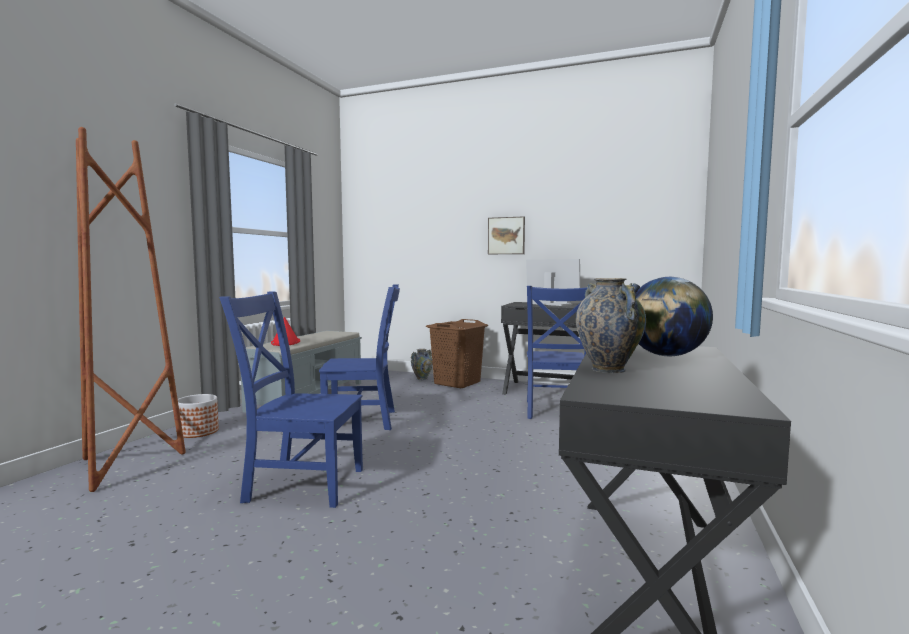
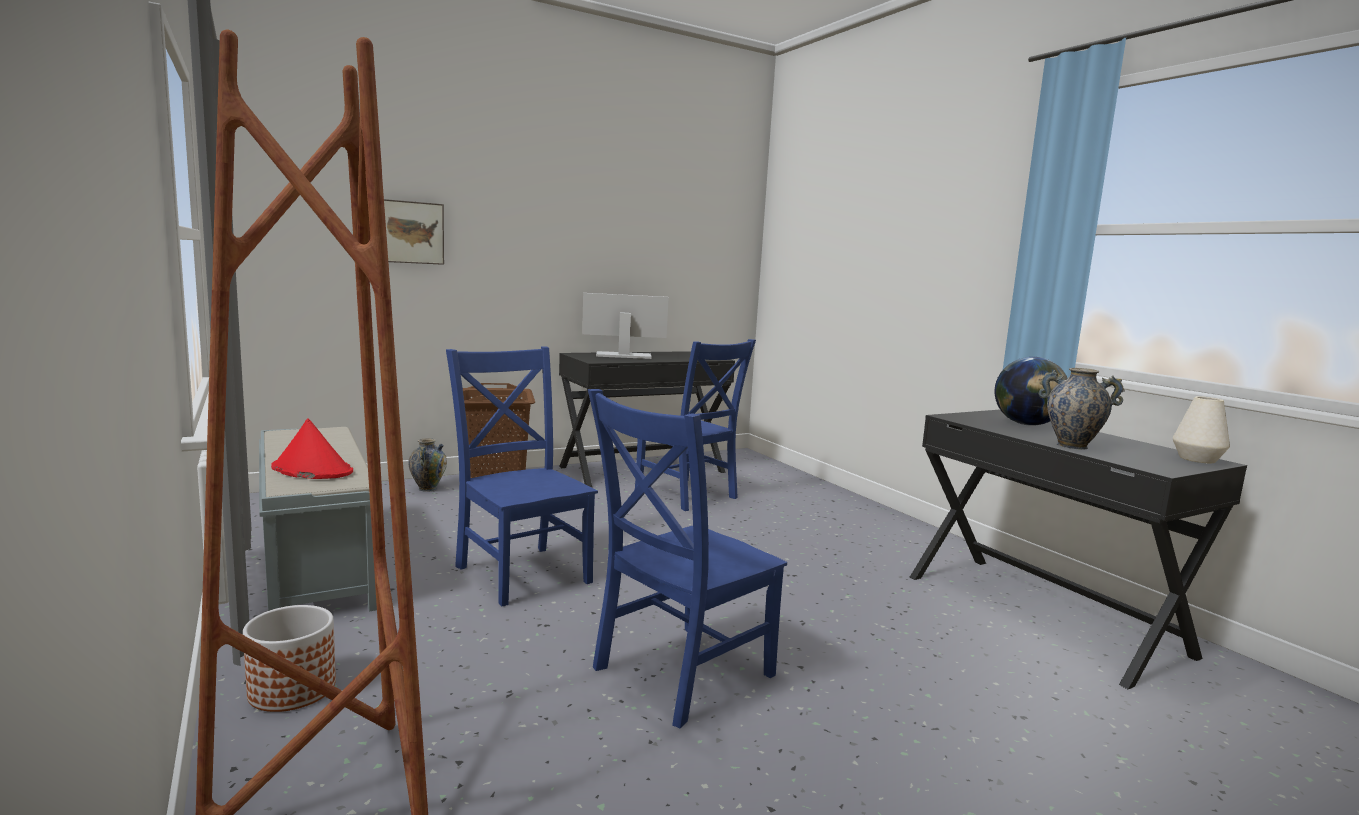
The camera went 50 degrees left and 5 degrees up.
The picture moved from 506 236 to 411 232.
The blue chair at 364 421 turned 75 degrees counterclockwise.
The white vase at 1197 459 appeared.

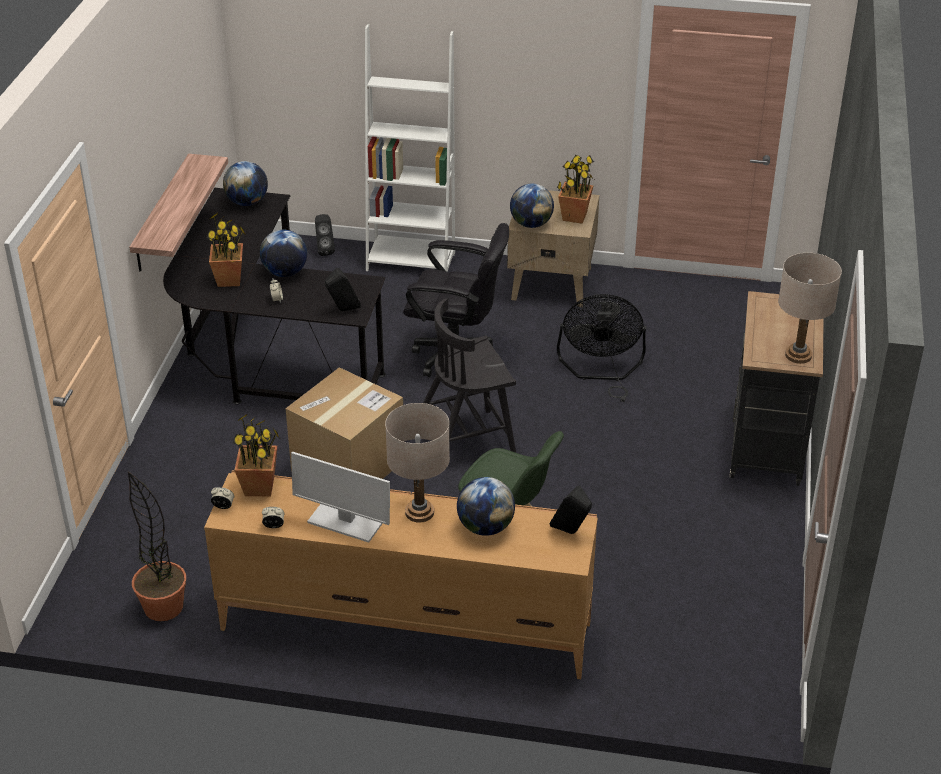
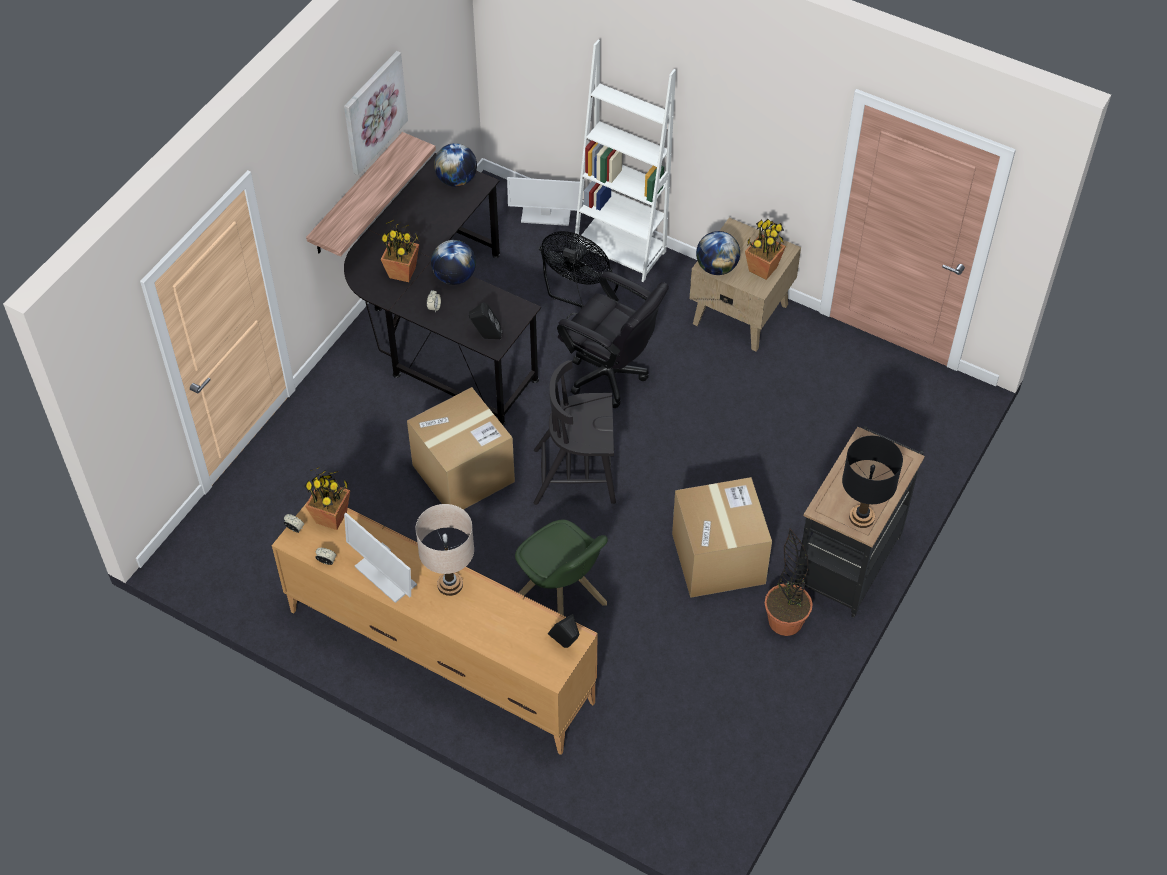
The camera went 20 degrees right and 15 degrees up.
The picture at 373 112 appeared.
The black speaker at 324 250 was replaced by the monitor at 545 216.
The black fan moved from 603 372 to 575 296.
The cardboard box at 718 558 appeared.
The potted plant moved from 163 607 to 785 621.
The beige table lamp at 798 355 became the black table lamp at 862 517.
The globe at 485 527 disappeared.

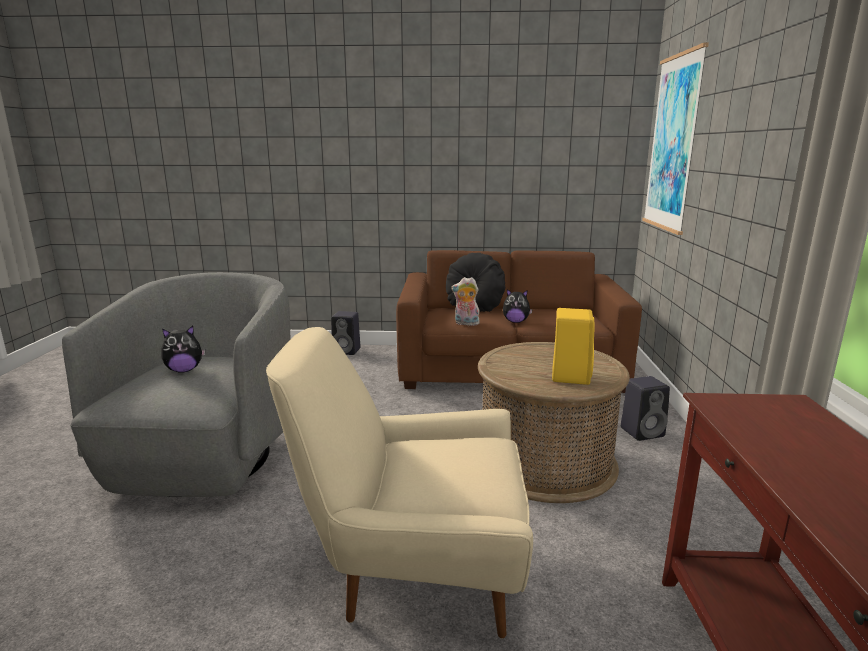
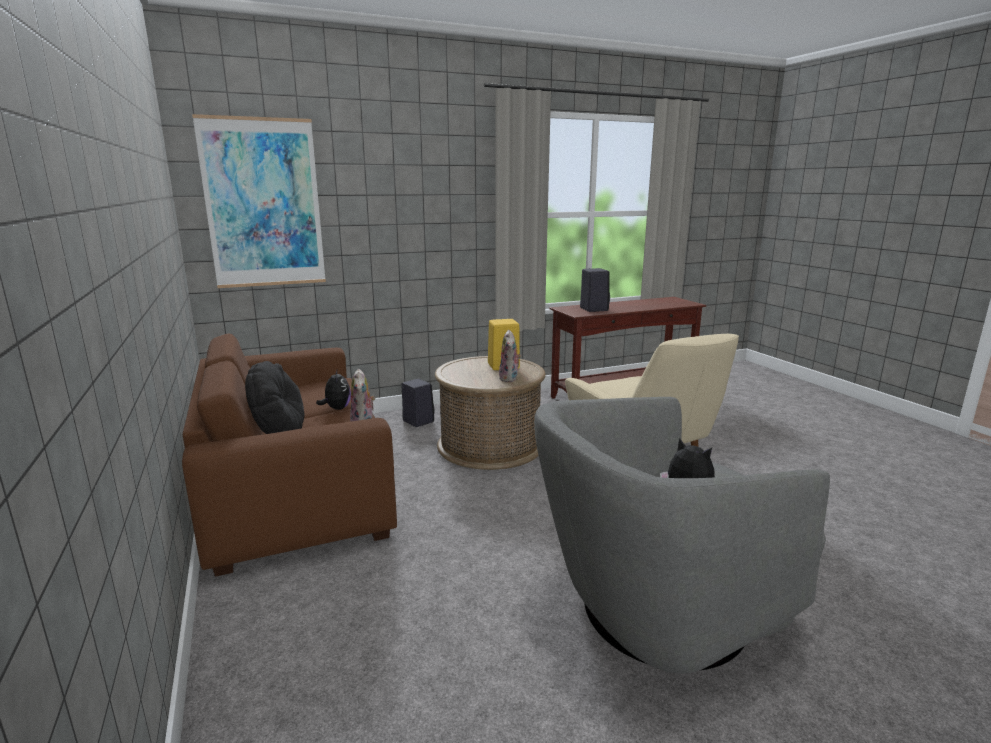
The camera went 115 degrees left and 0 degrees up.
The plush toy at 510 379 appeared.
The black speaker moved from 347 351 to 593 309.

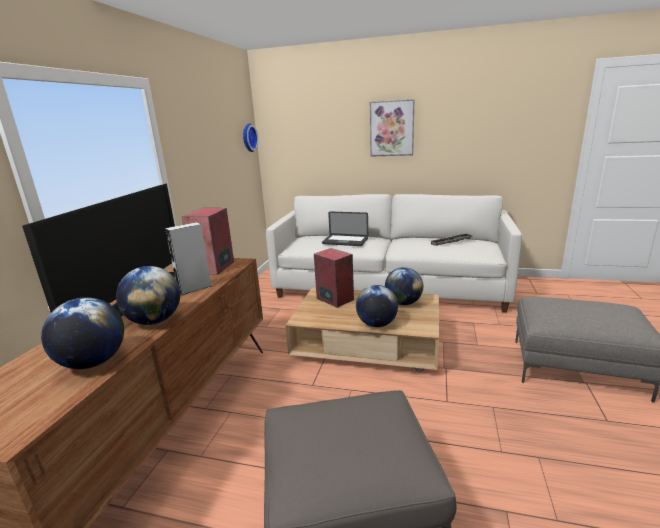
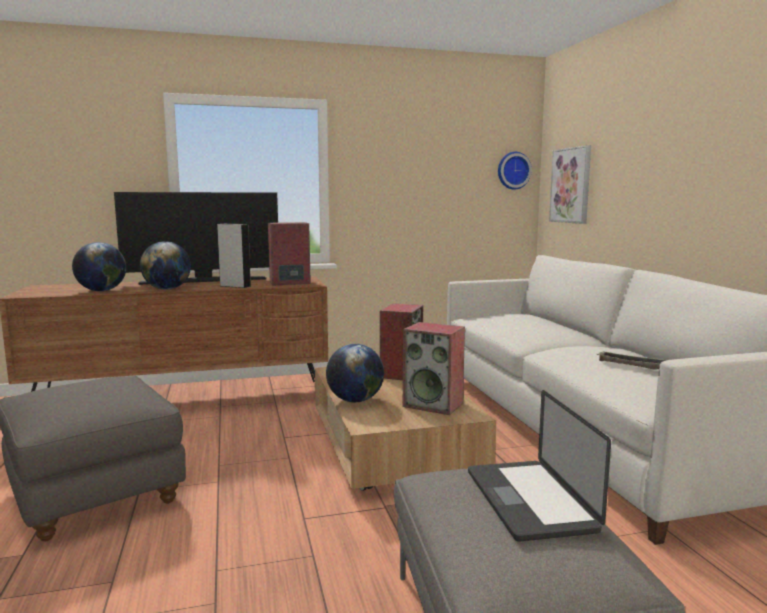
The camera went 60 degrees right and 10 degrees down.
The globe at 403 303 was replaced by the speaker at 434 404.
The laptop moved from 345 241 to 529 500.
The picture moved from 391 128 to 571 185.

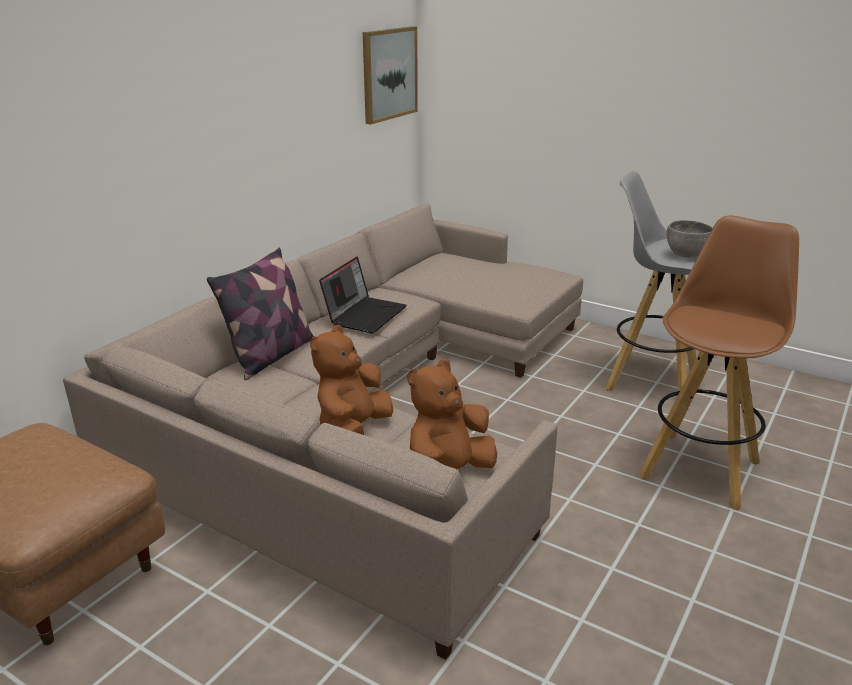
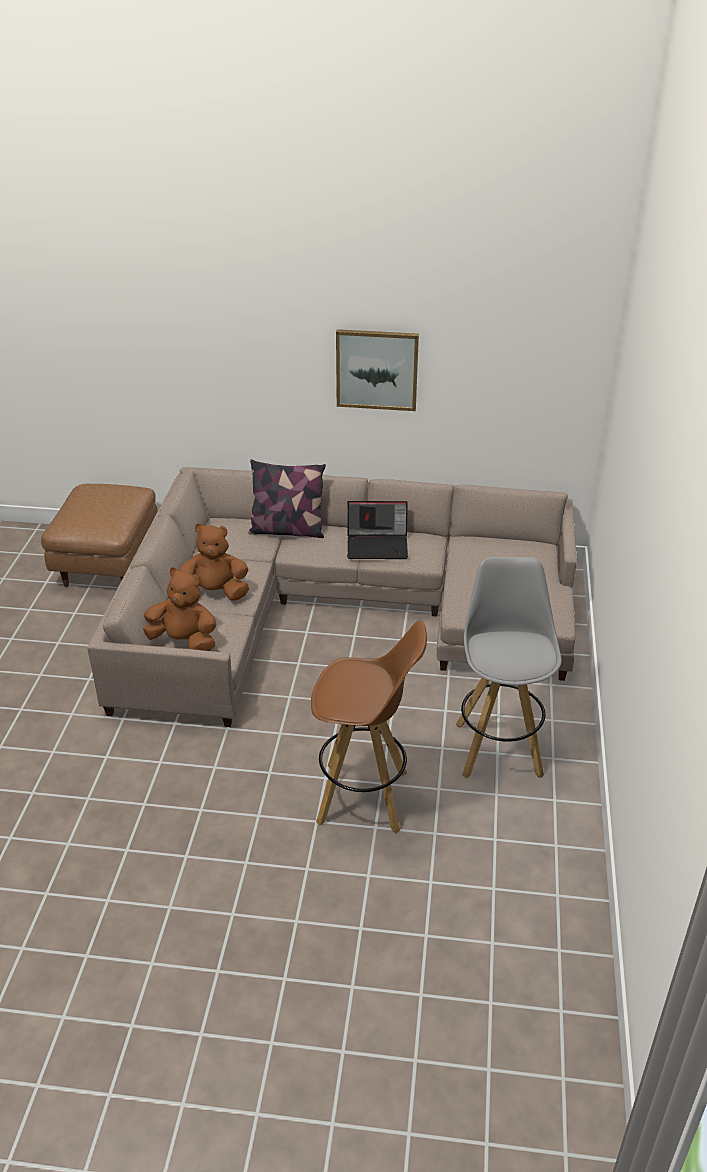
The camera went 65 degrees right and 10 degrees up.
The picture moved from 389 74 to 377 369.
The grey bowl at 686 254 disappeared.

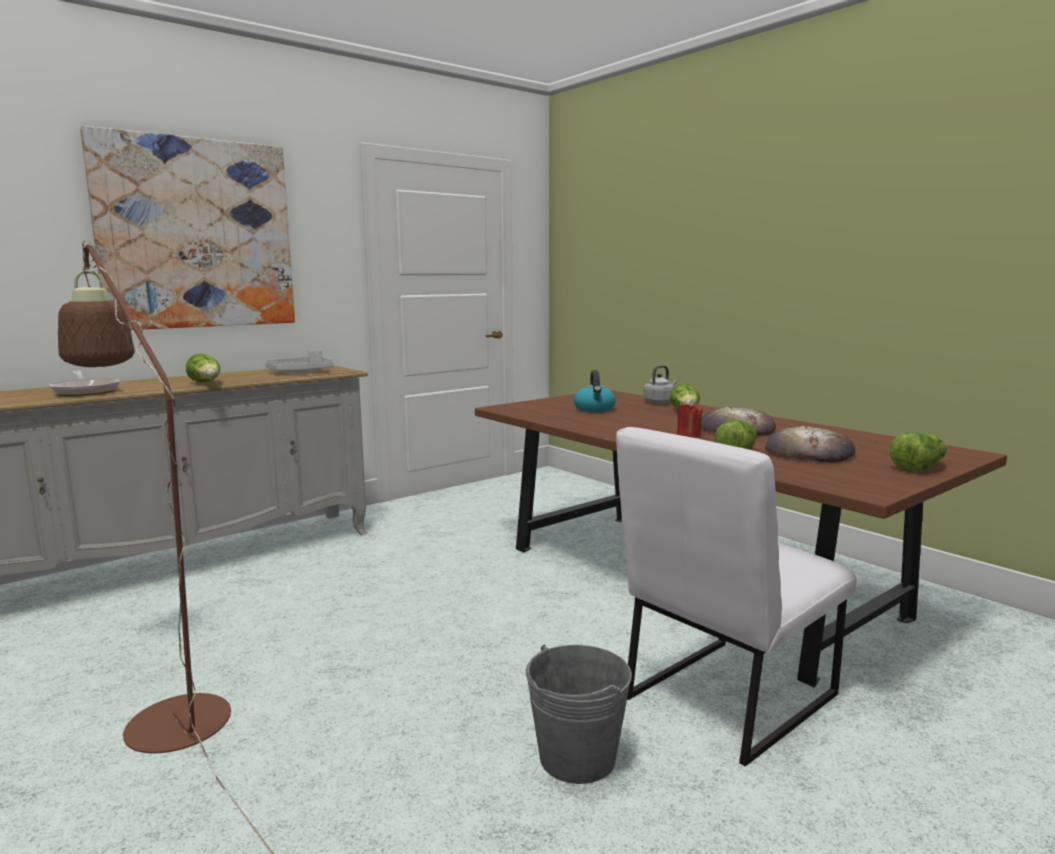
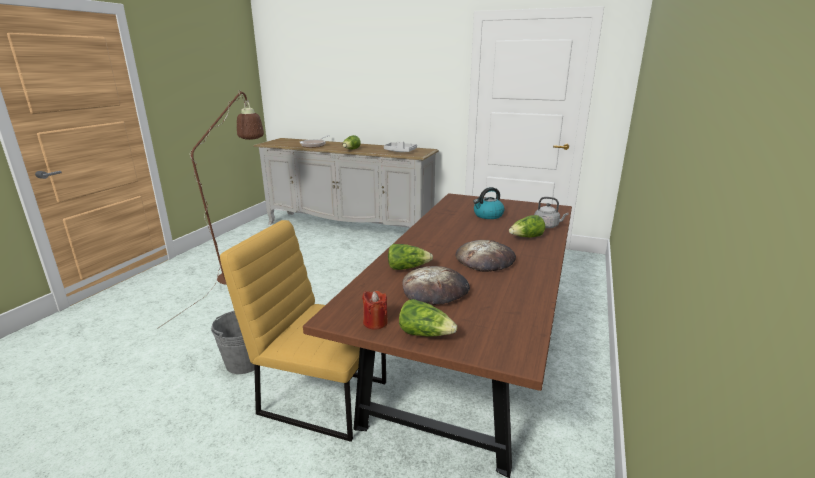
The camera went 60 degrees right and 10 degrees up.
The white chair at 726 697 became the yellow chair at 321 396.
The red candle moved from 688 435 to 375 322.
The picture at 197 234 disappeared.

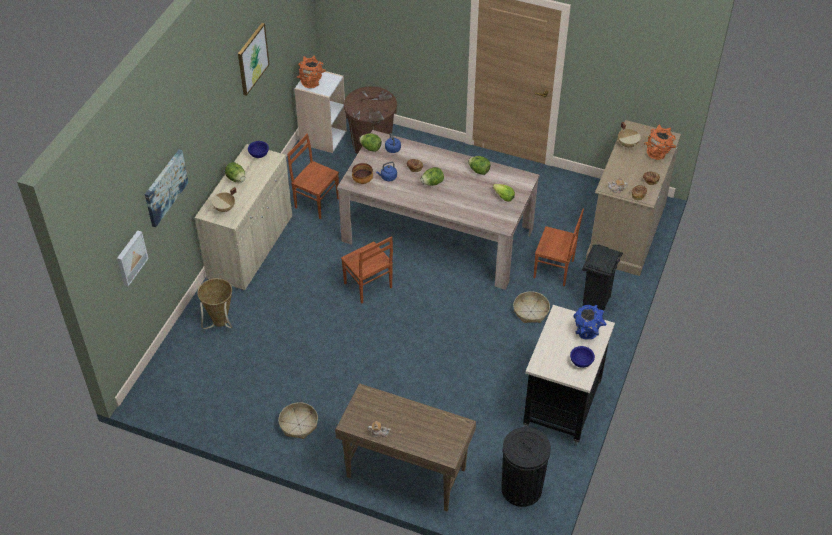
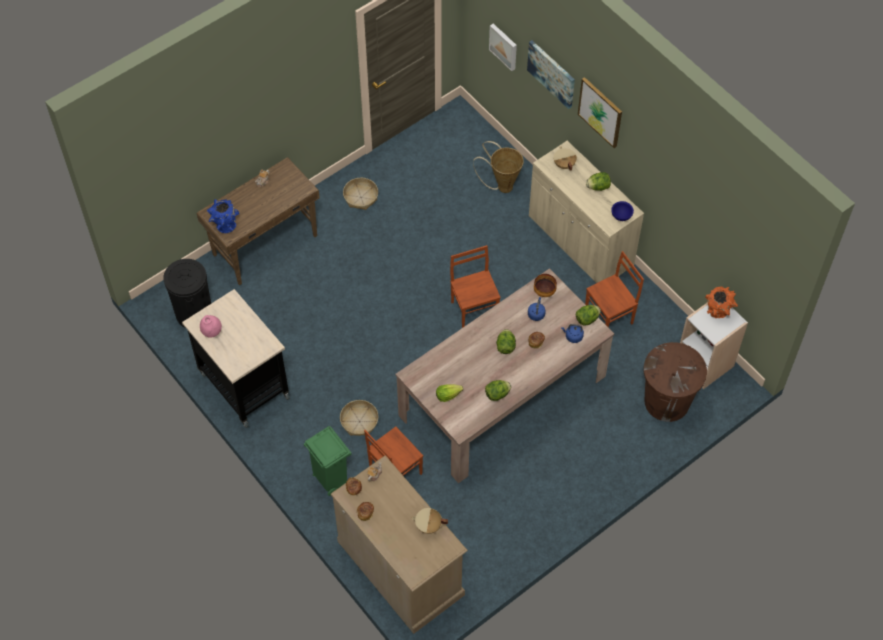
The camera went 120 degrees right and 10 degrees up.
The blue bowl at 581 362 was replaced by the pink vase at 211 332.
The blue vase moved from 587 334 to 224 225.
The black trash can at 595 304 became the green trash can at 330 480.
The brown chair at 368 286 turned 75 degrees clockwise.
The picture moved from 252 58 to 600 112.
The orange vase at 658 154 disappeared.

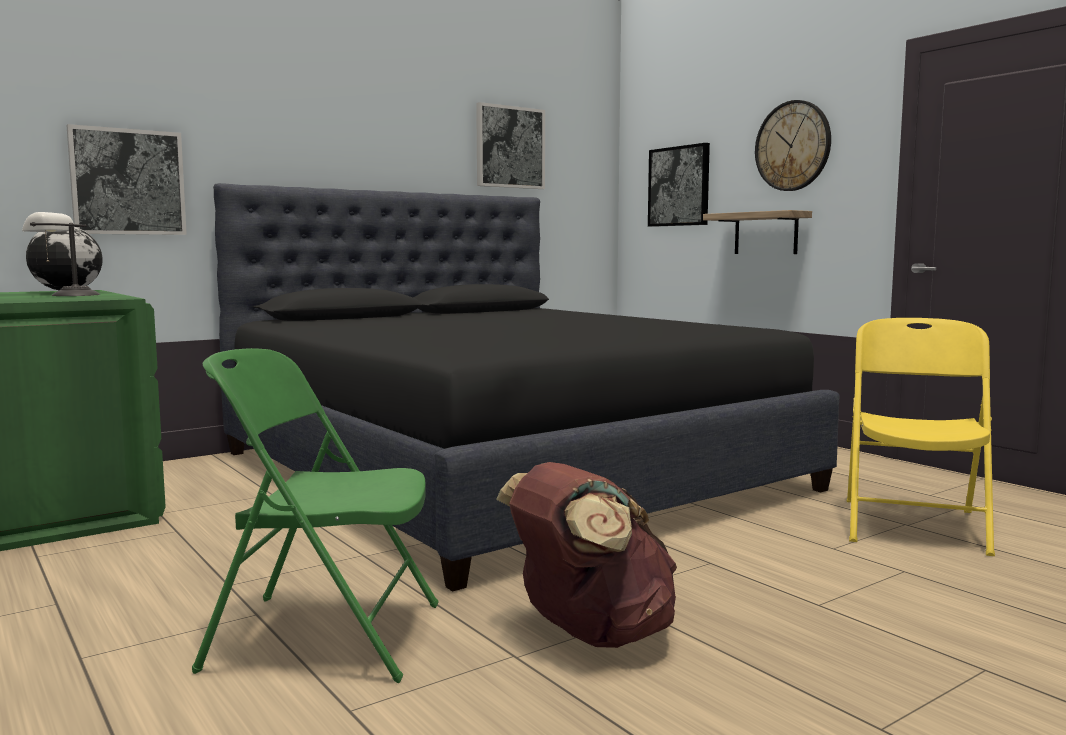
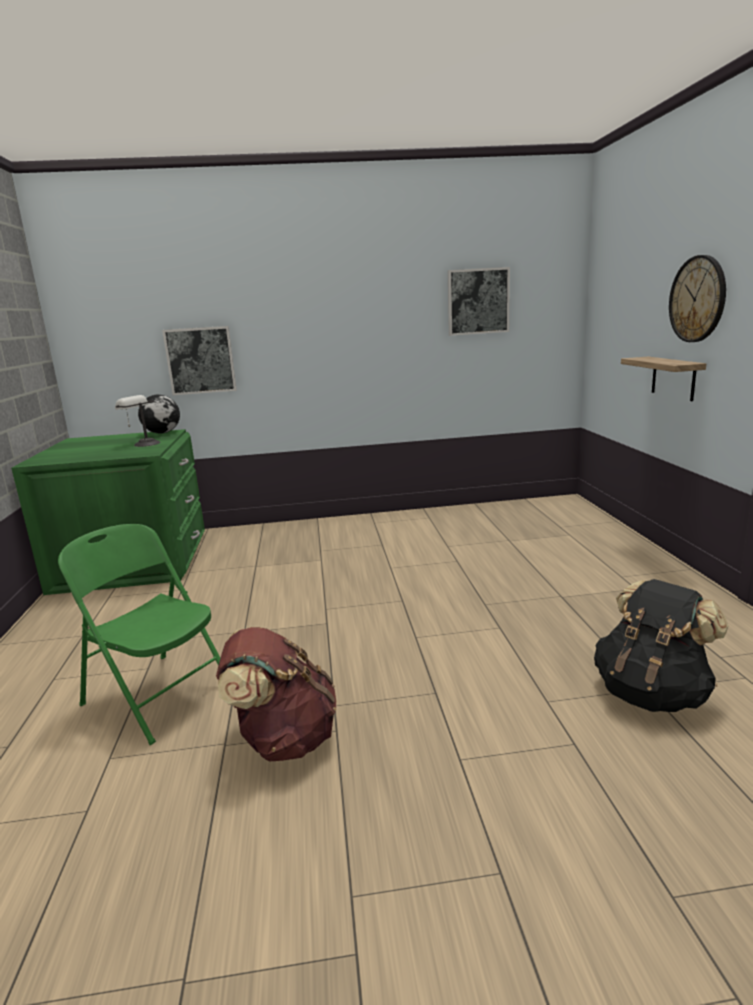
The camera went 30 degrees right and 10 degrees up.
The yellow chair at 914 526 was replaced by the black backpack at 652 693.
The black bed at 503 470 disappeared.
The picture at 679 186 disappeared.

